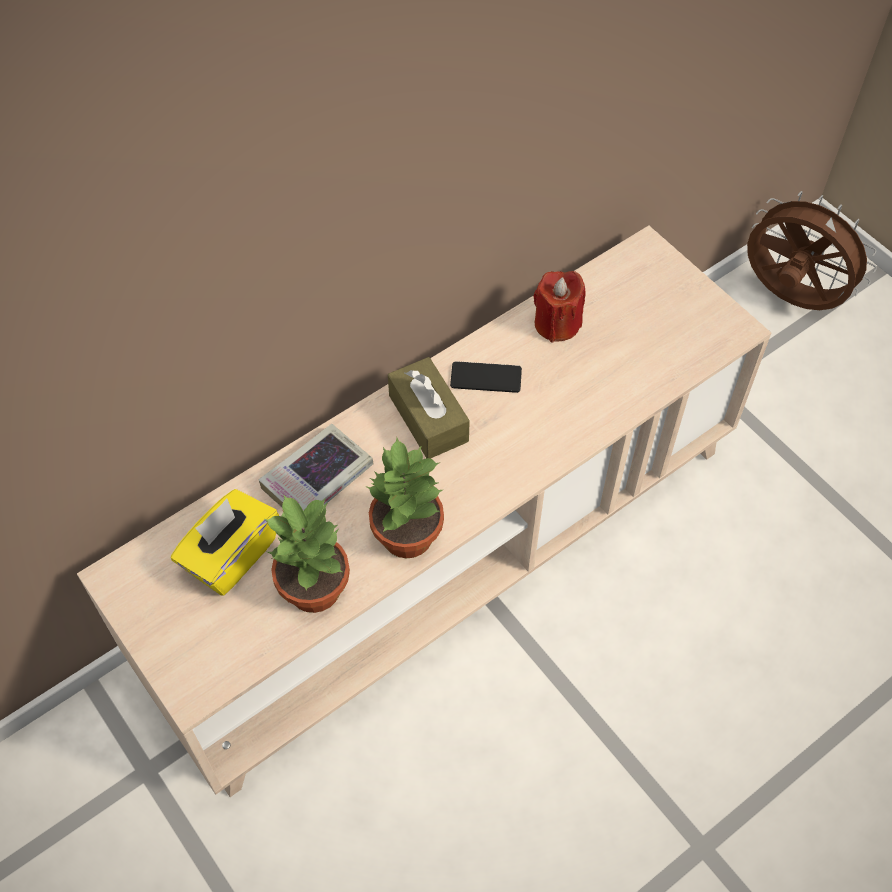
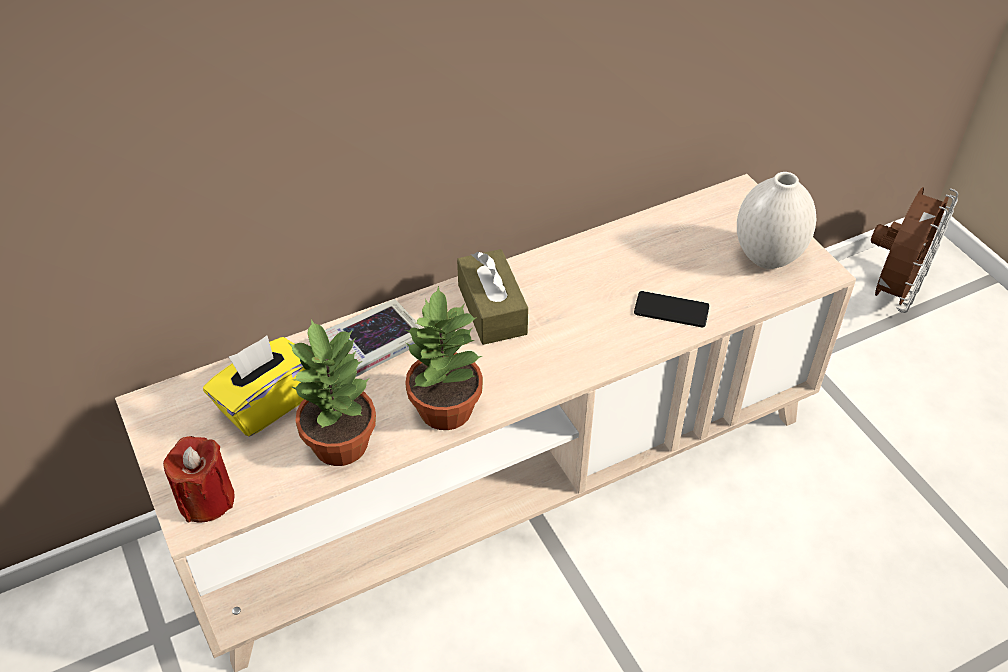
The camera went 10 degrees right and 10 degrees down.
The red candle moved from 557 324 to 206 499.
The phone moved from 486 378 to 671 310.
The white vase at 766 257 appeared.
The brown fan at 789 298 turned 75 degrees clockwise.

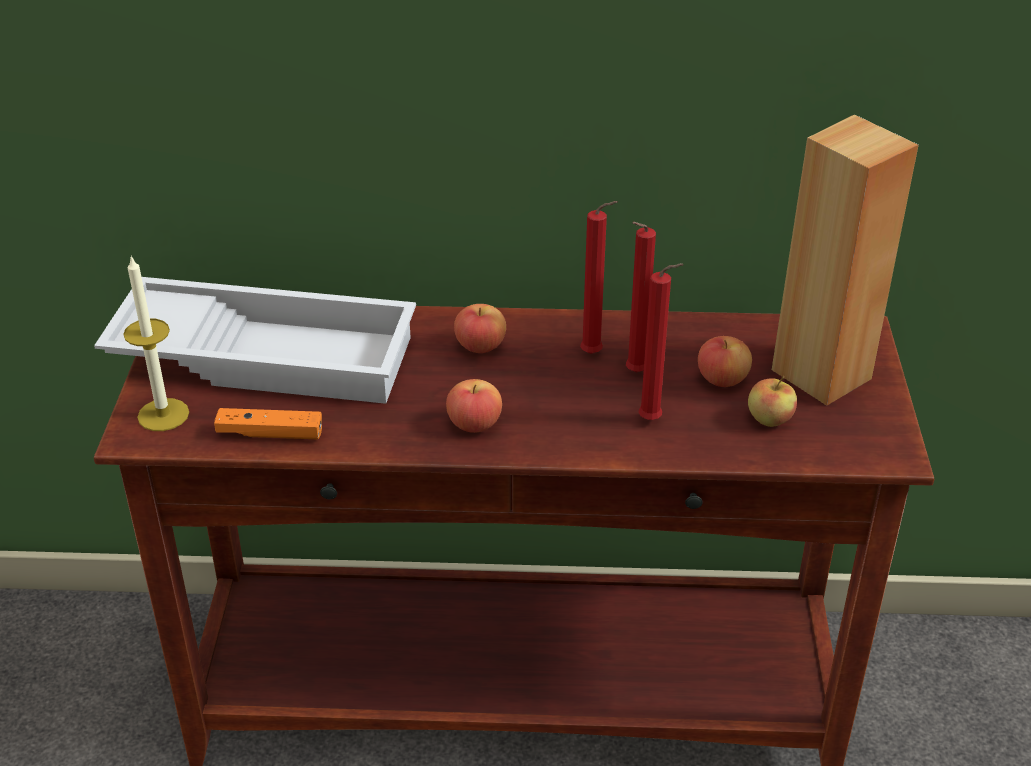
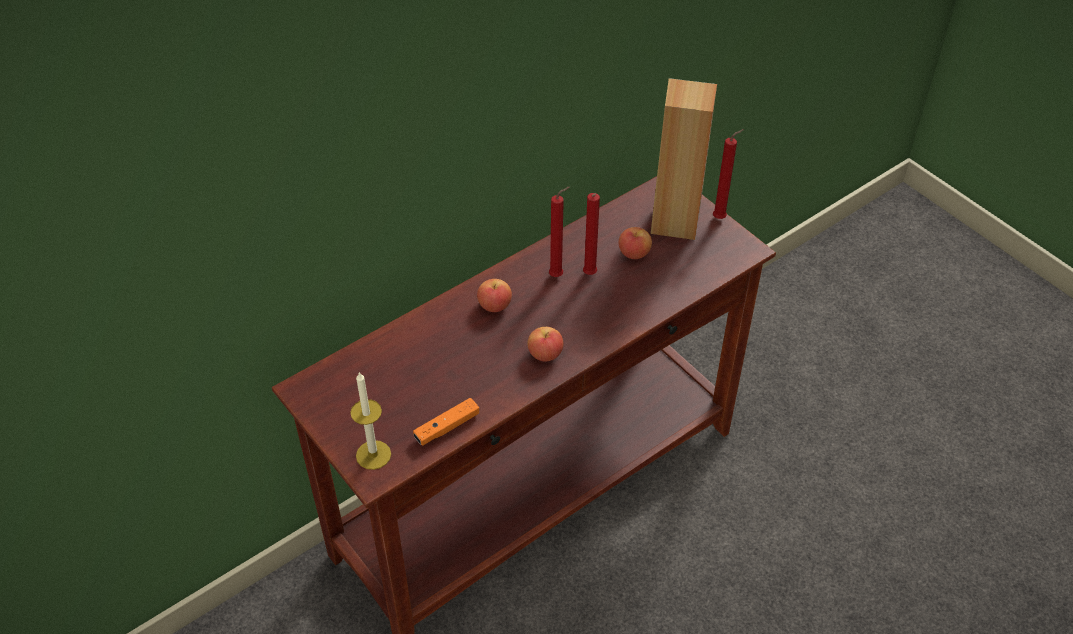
The camera went 40 degrees left and 10 degrees up.
The red candle moved from 653 421 to 721 218.
The white tray at 267 353 disappeared.
The apple at 769 420 disappeared.

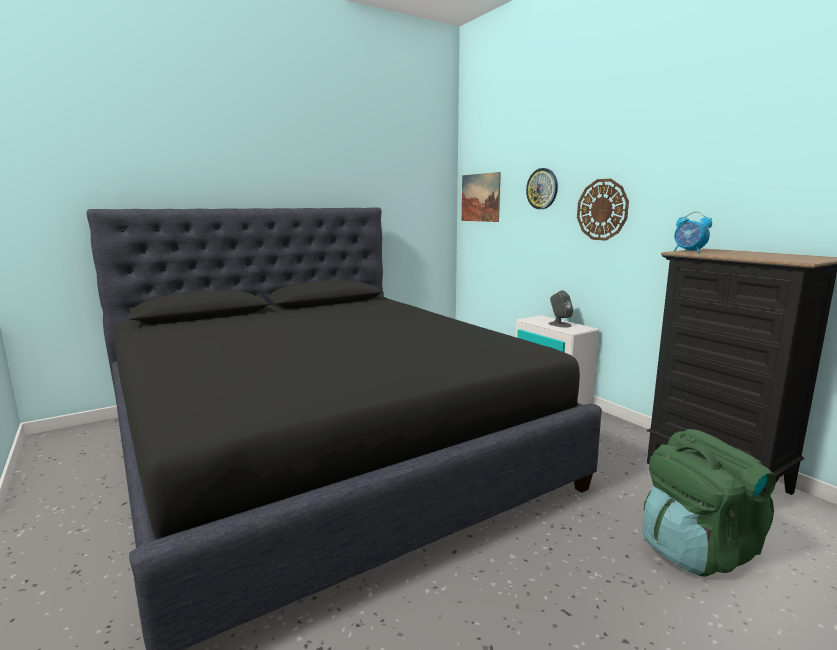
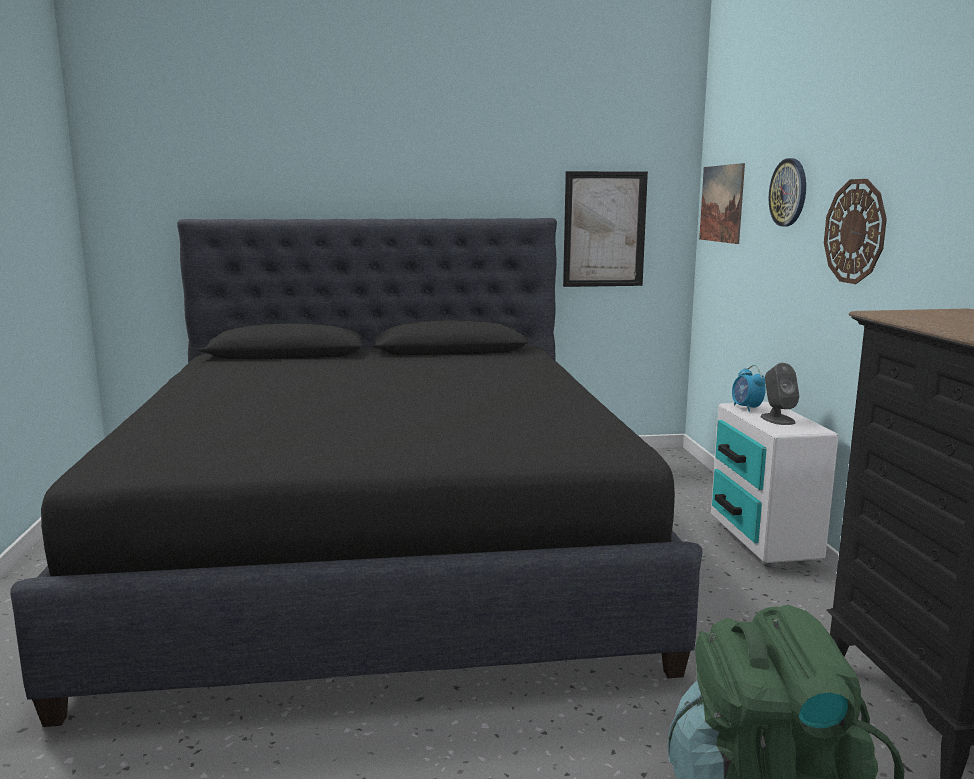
The camera went 25 degrees right and 0 degrees up.
The picture at 604 229 appeared.
The alarm clock moved from 689 251 to 746 408.

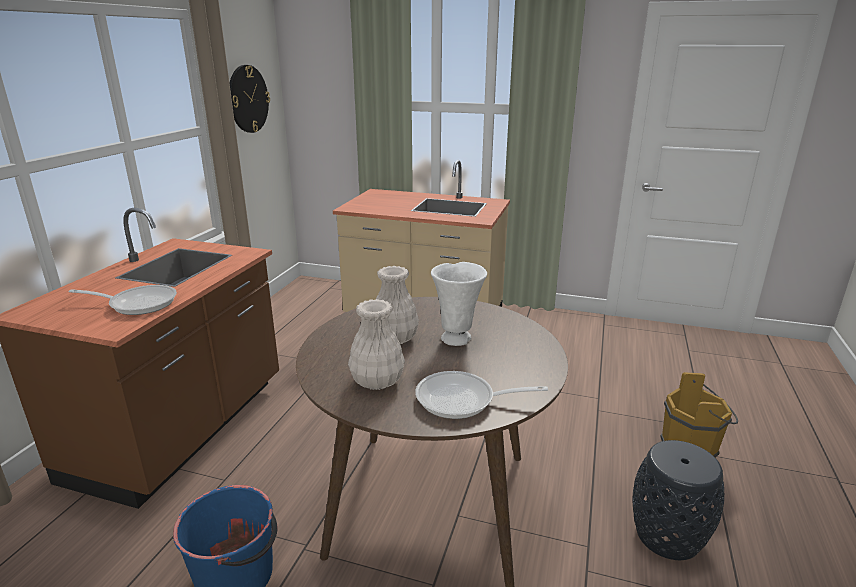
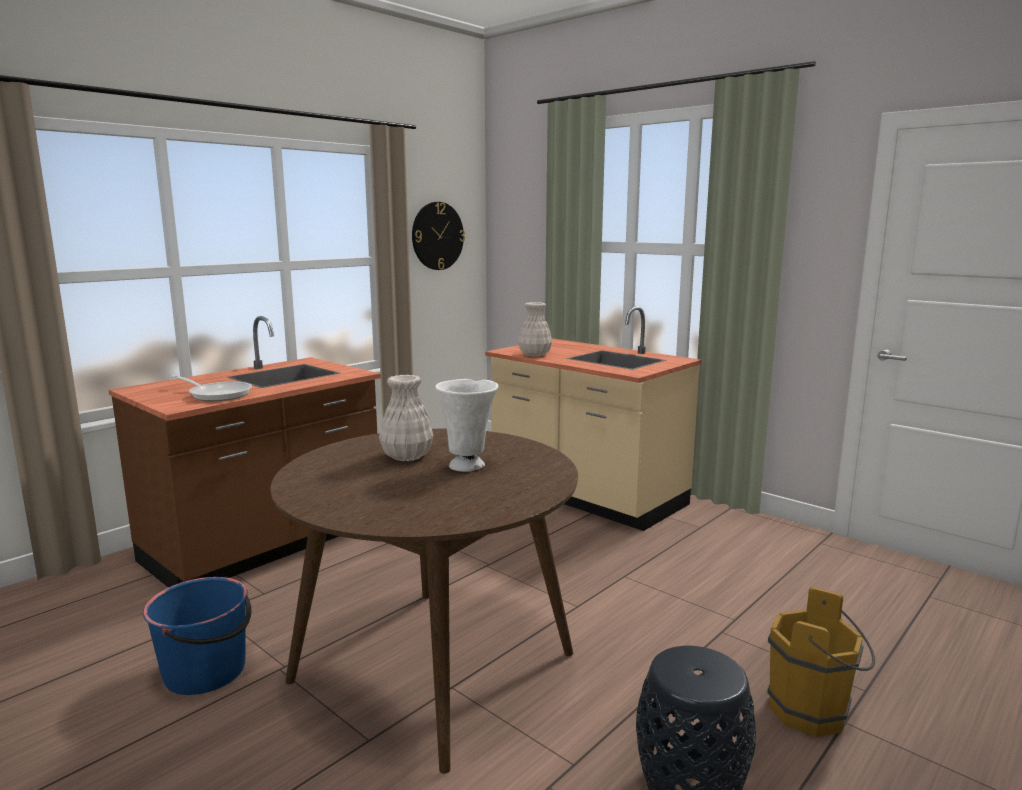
The camera went 25 degrees right and 10 degrees down.
The white vase moved from 376 381 to 534 354.
The frying pan at 462 400 disappeared.

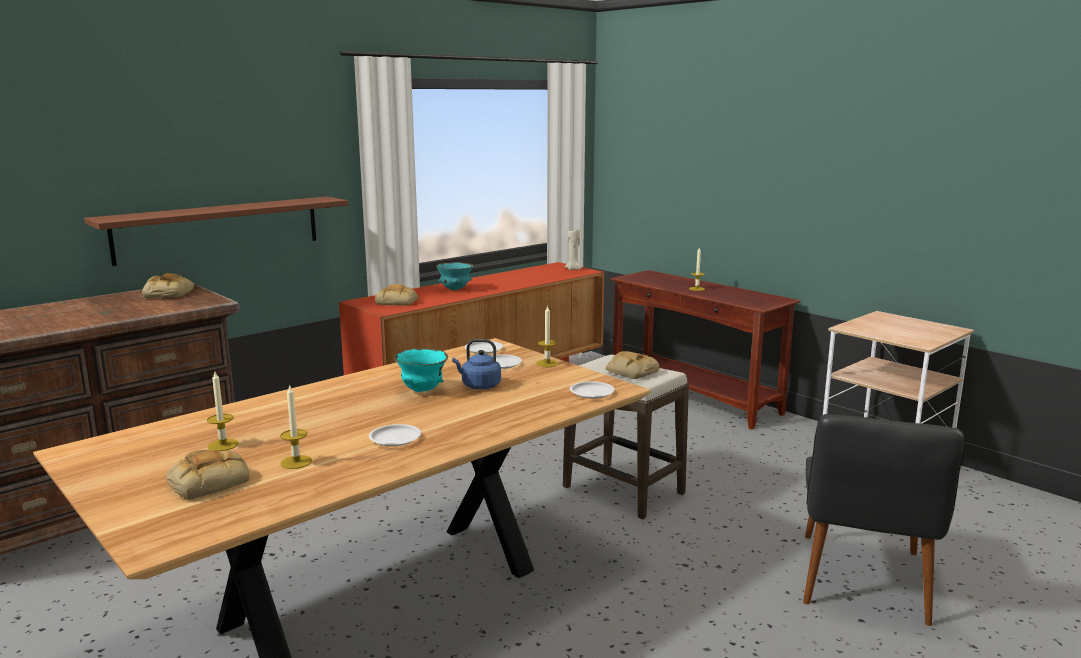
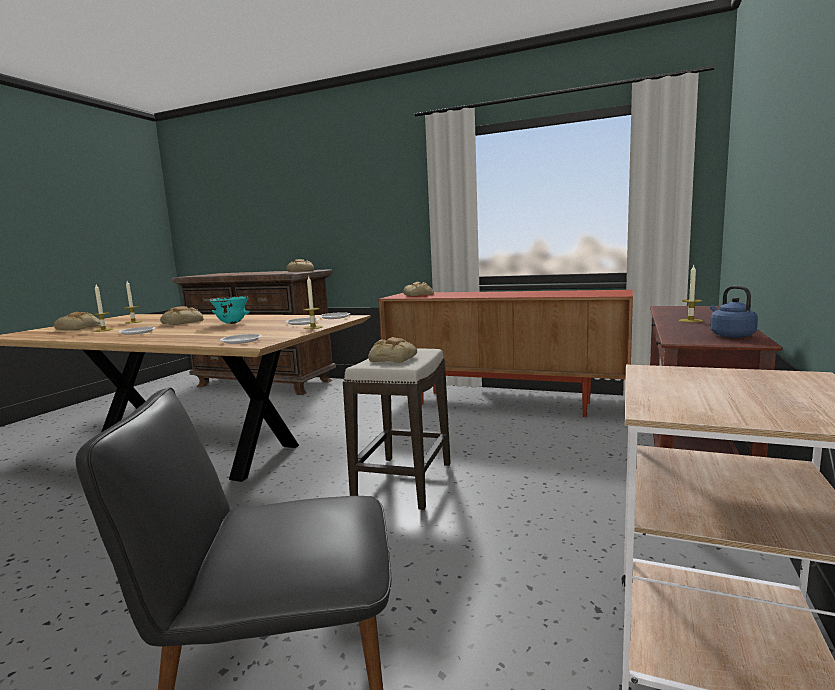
The camera went 65 degrees right and 5 degrees down.
The bread at 182 322 appeared.
The blue kettle moved from 479 386 to 730 335.
The brown shelf at 219 229 disappeared.
The turquoise bowl at 455 290 disappeared.
The beige candle at 573 269 disappeared.

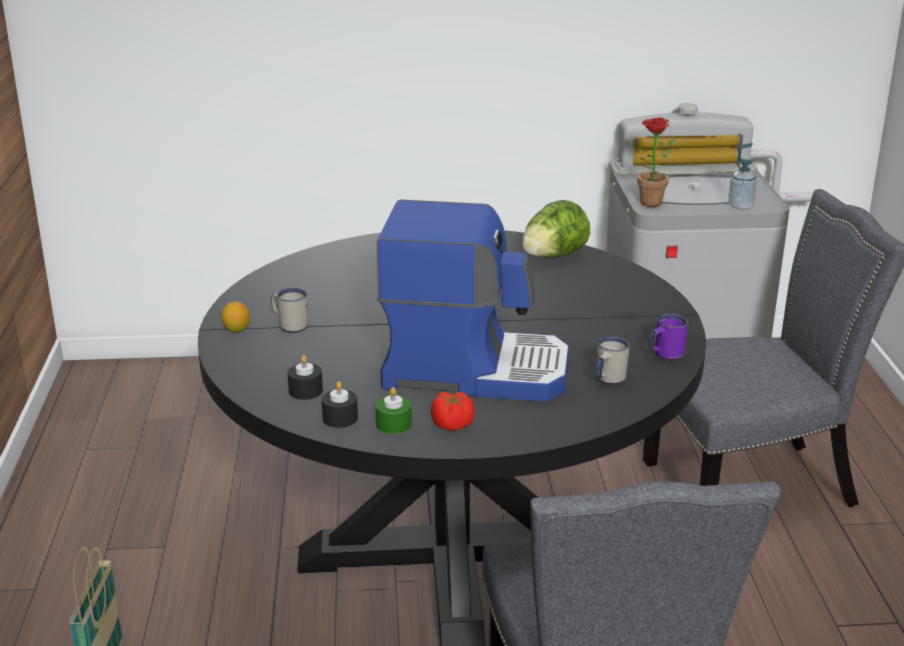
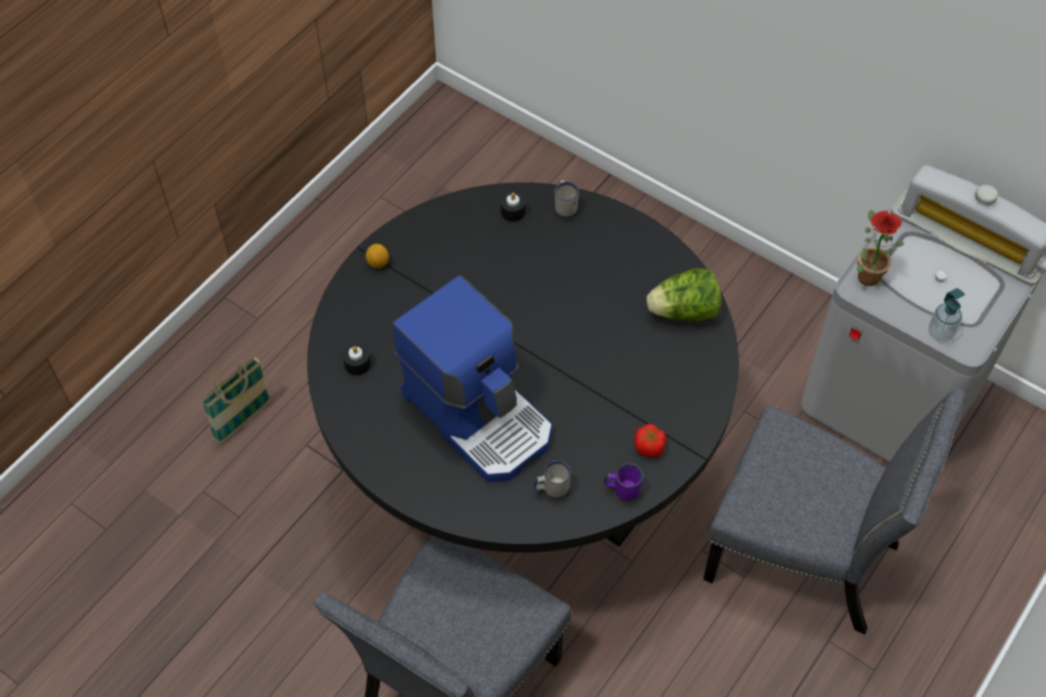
The camera went 40 degrees right and 30 degrees up.
The black candle moved from 340 418 to 513 212.
The white mug moved from 290 325 to 565 206.
The tomato moved from 453 425 to 649 447.
The green candle at 393 424 disappeared.

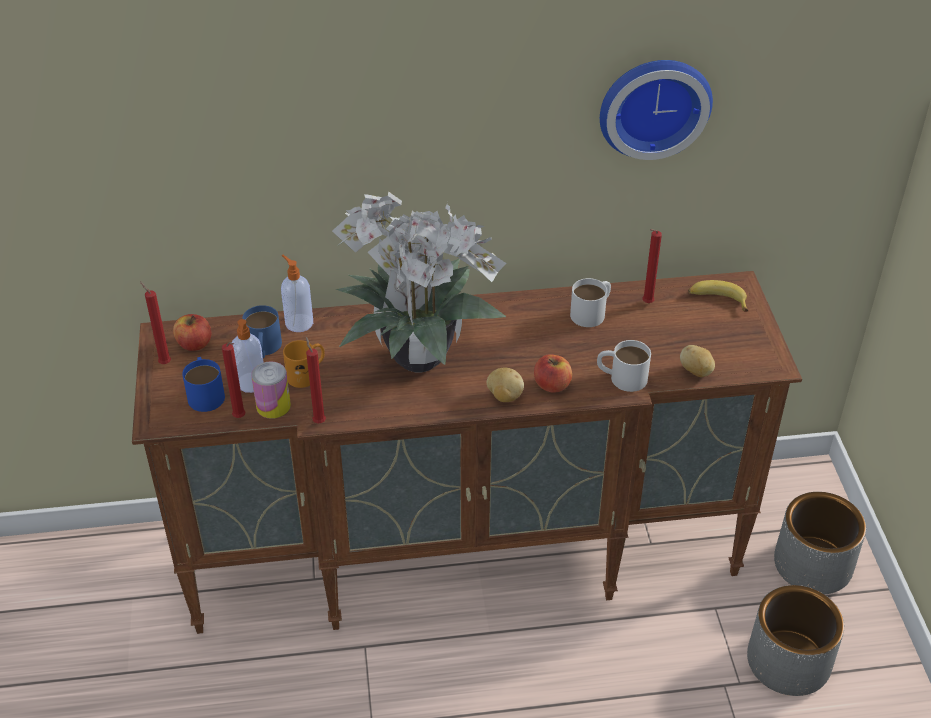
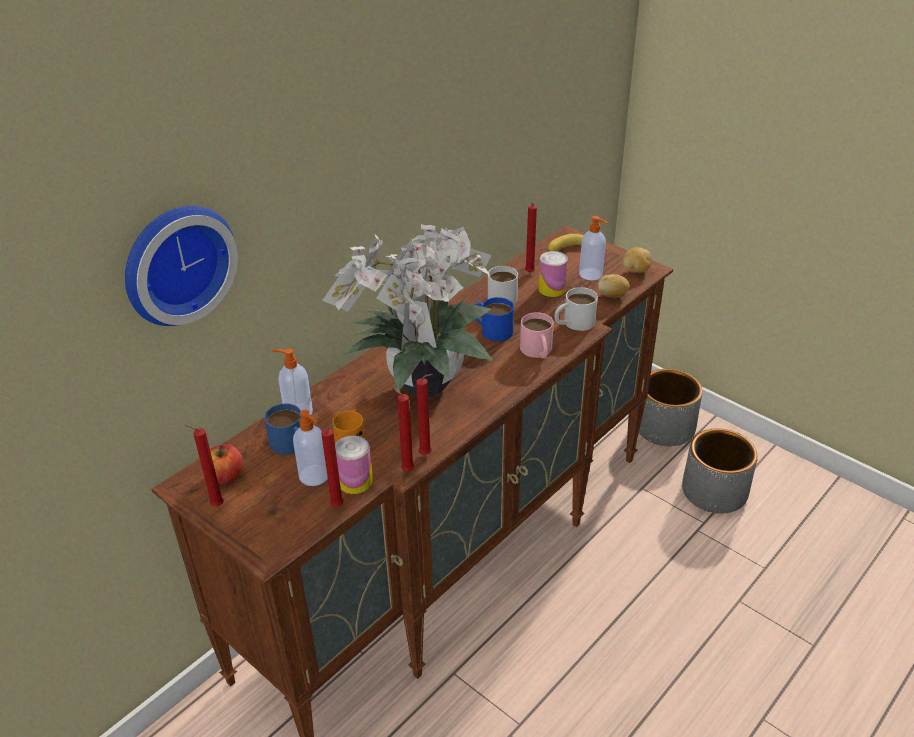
The camera went 40 degrees left and 5 degrees down.
The wall clock moved from 653 104 to 175 262.
The red candle at 427 454 appeared.
The blue mug moved from 205 393 to 491 329.
The apple at 552 385 was replaced by the pink mug at 537 352.
The can at 552 289 appeared.
The soap dispenser at 591 274 appeared.
The potato moved from 504 396 to 635 271.

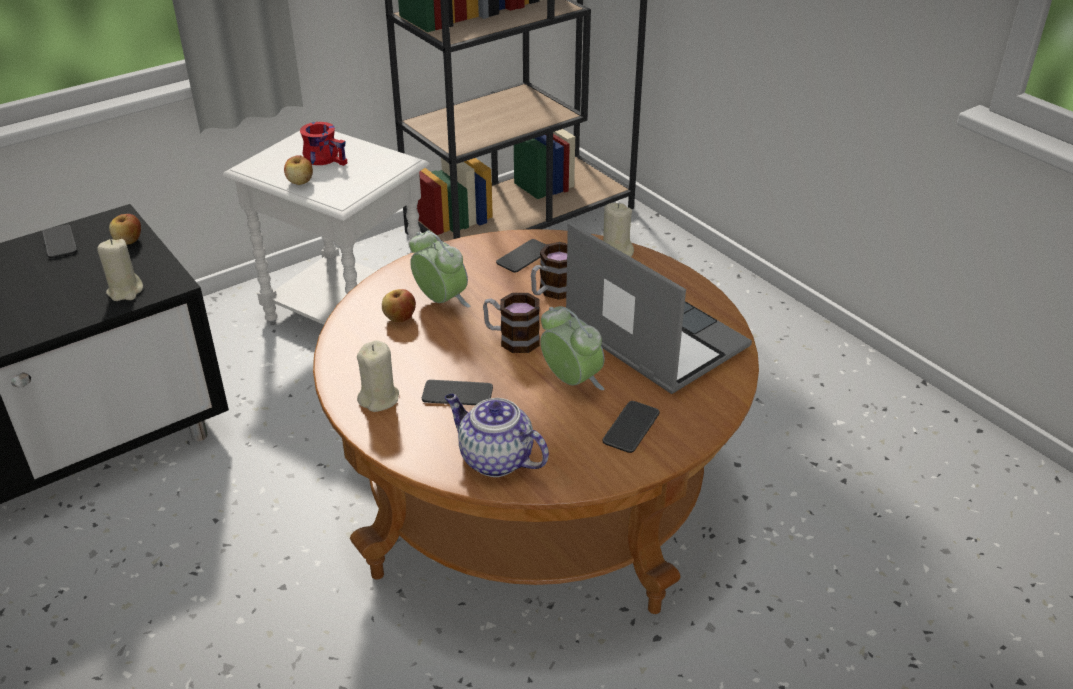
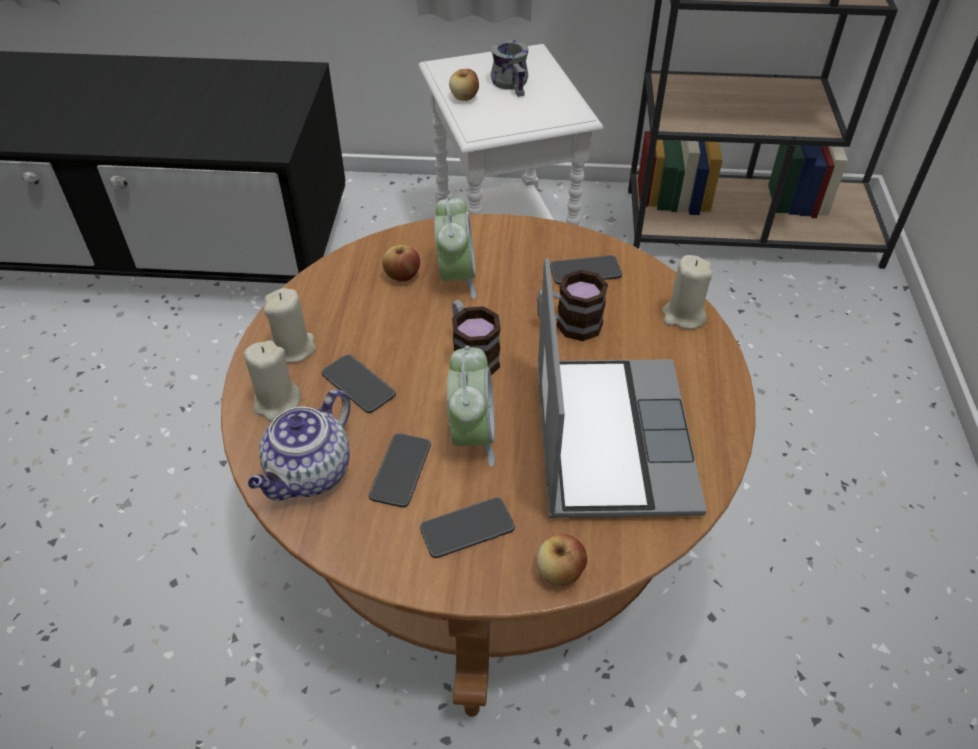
The camera went 40 degrees right and 10 degrees up.
The beige candle moved from 125 291 to 277 402.
The teapot at 494 459 turned 135 degrees counterclockwise.
The phone moved from 60 242 to 400 470.
The red mug at 327 158 became the grey mug at 514 83.
The apple moved from 128 241 to 559 572.

